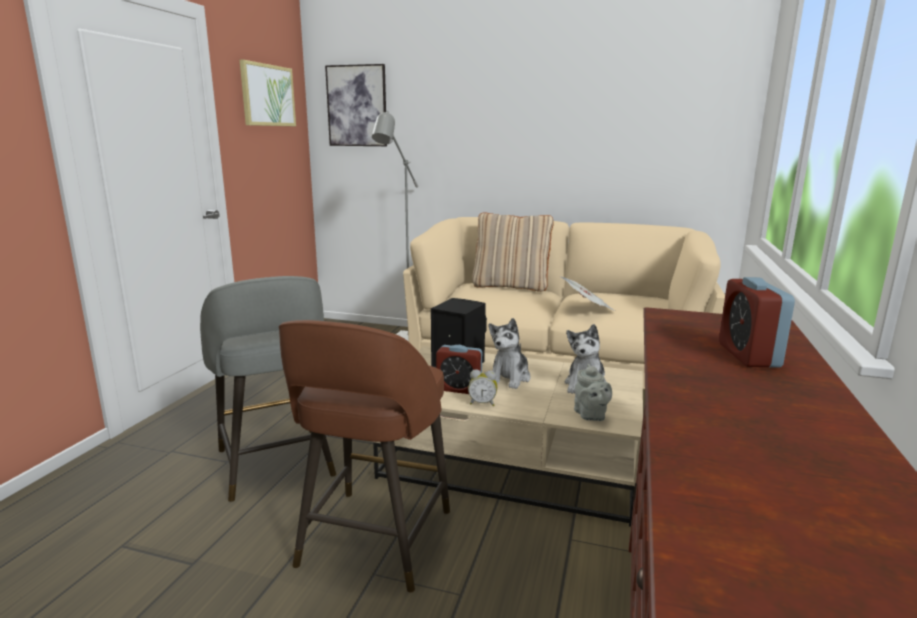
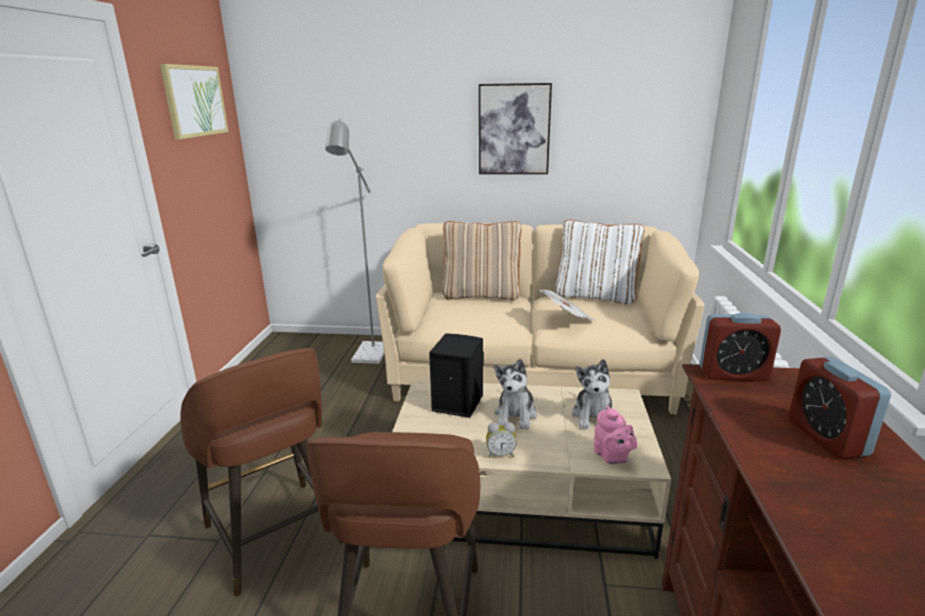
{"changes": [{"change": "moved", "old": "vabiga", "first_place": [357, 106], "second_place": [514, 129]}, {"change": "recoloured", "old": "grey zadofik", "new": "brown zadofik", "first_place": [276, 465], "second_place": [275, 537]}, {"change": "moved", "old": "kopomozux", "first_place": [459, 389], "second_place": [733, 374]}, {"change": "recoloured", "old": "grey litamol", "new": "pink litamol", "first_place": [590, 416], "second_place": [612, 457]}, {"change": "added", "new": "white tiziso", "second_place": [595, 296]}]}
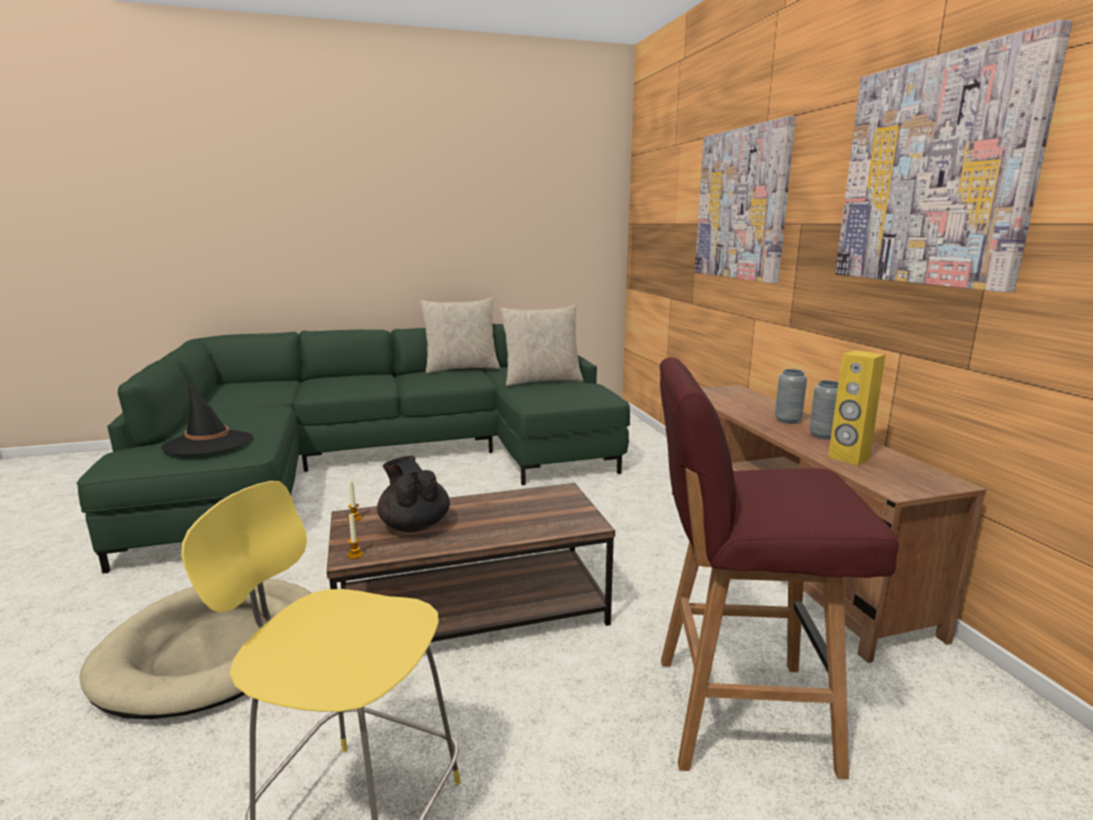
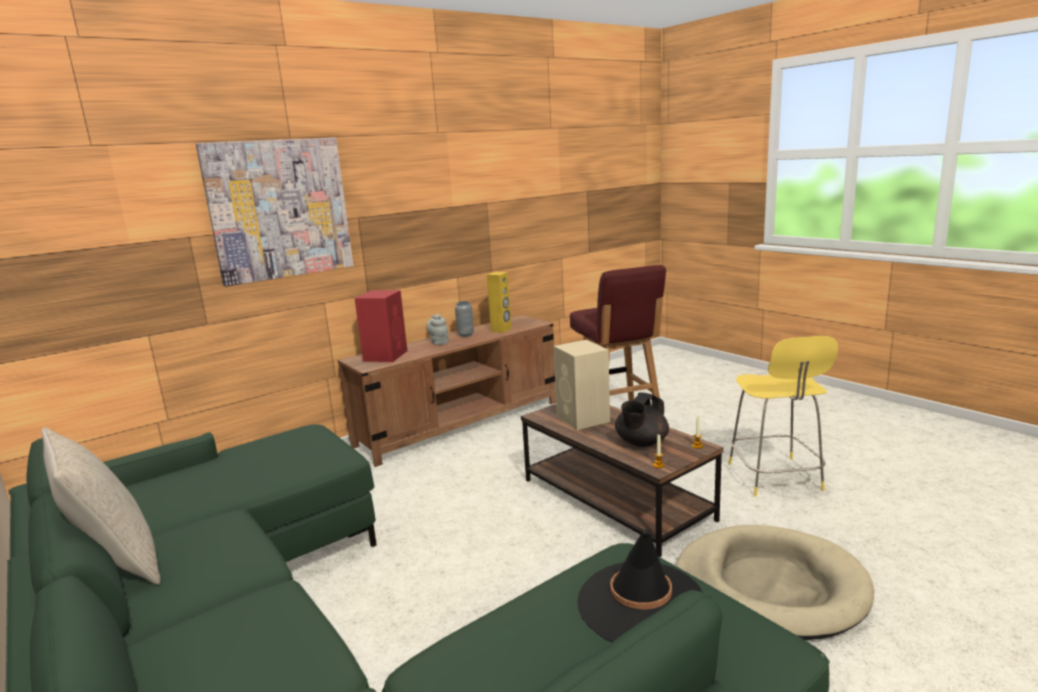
{"changes": [{"change": "removed", "old": "vabiga", "first_place": [934, 173]}, {"change": "removed", "old": "beige tiziso", "first_place": [542, 380]}, {"change": "replaced", "old": "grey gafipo", "new": "grey litamol", "first_place": [787, 421], "second_place": [439, 342]}, {"change": "added", "new": "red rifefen", "second_place": [386, 355]}, {"change": "added", "new": "beige rifefen", "second_place": [583, 419]}]}
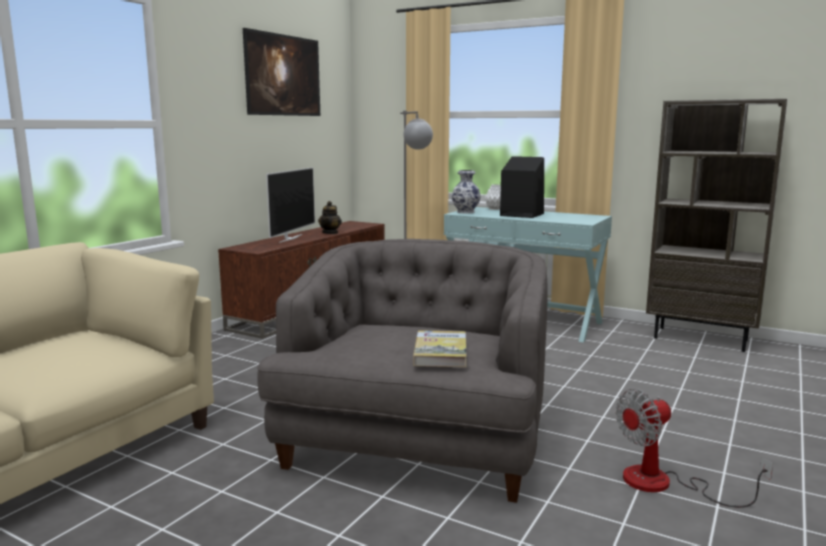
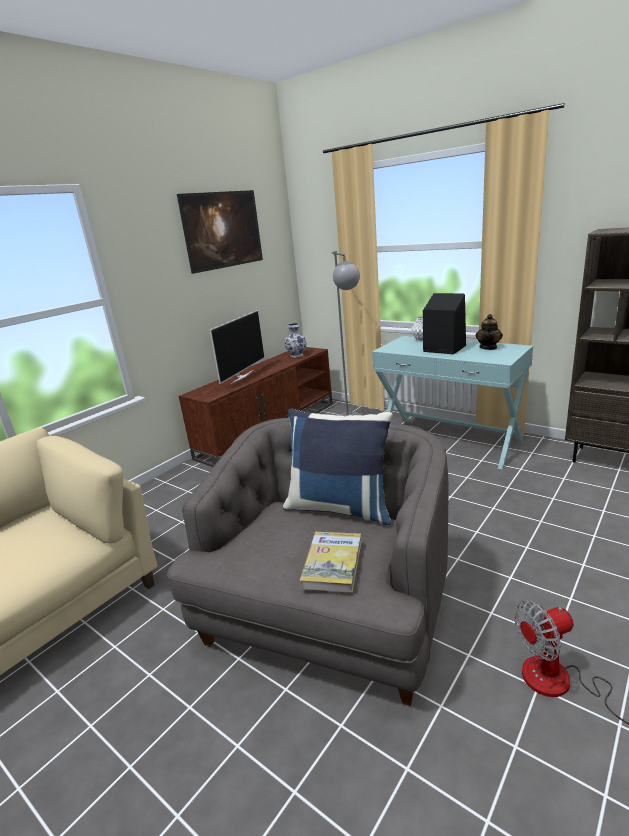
{"changes": [{"change": "moved", "old": "gafipo", "first_place": [465, 212], "second_place": [297, 355]}, {"change": "moved", "old": "litamol", "first_place": [330, 233], "second_place": [488, 347]}, {"change": "added", "new": "blue tiziso", "second_place": [340, 507]}]}
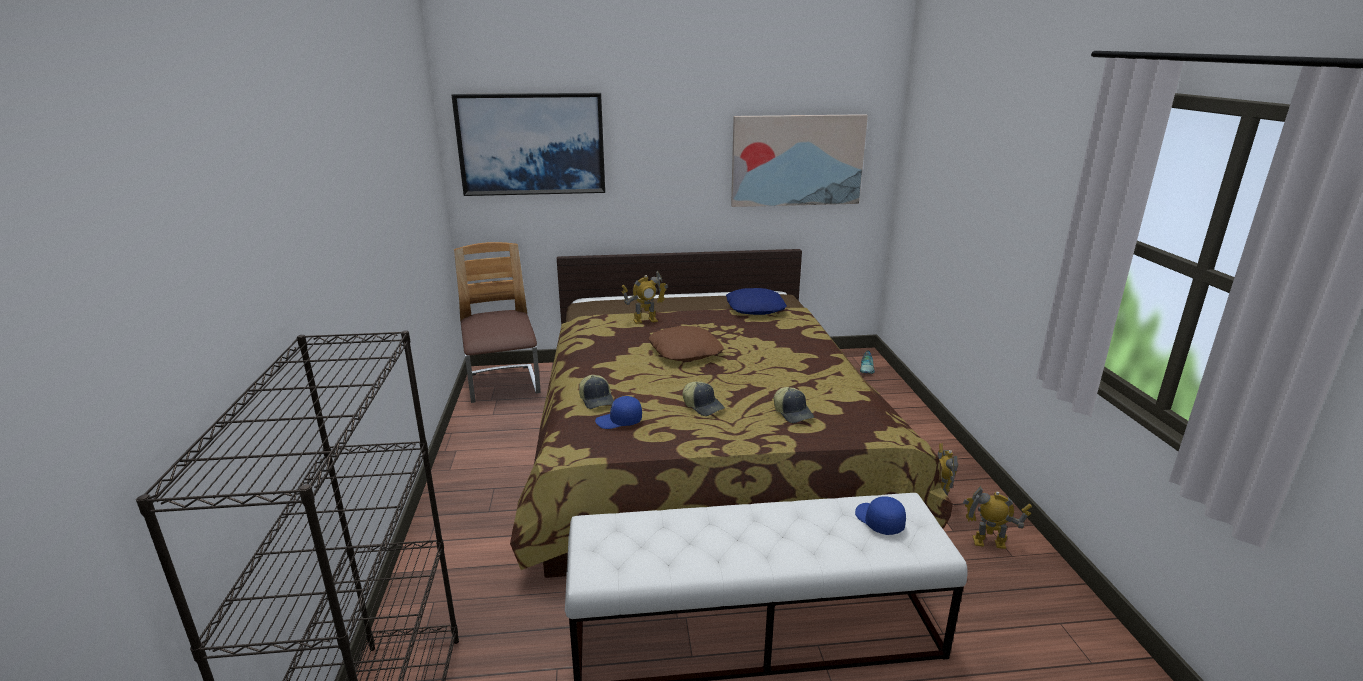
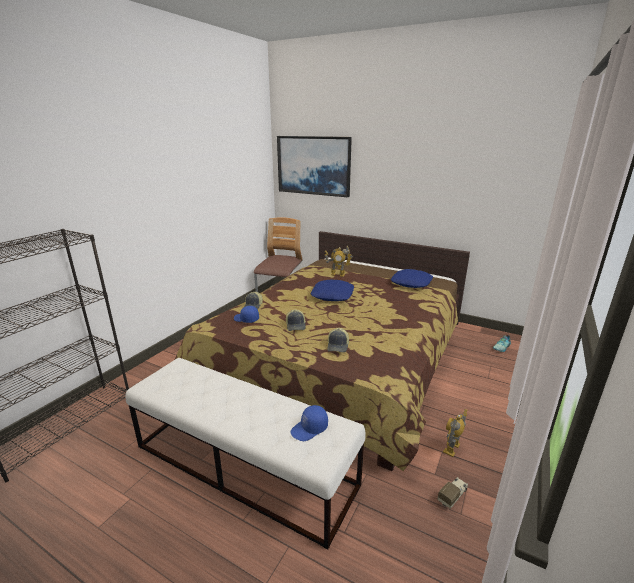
{"changes": [{"change": "removed", "old": "vabiga", "first_place": [797, 160]}, {"change": "recoloured", "old": "brown tiziso", "new": "blue tiziso", "first_place": [685, 351], "second_place": [333, 295]}, {"change": "replaced", "old": "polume", "new": "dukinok", "first_place": [989, 543], "second_place": [452, 495]}, {"change": "turned", "old": "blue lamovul", "first_place": [878, 521], "second_place": [309, 429], "degrees": -135}]}
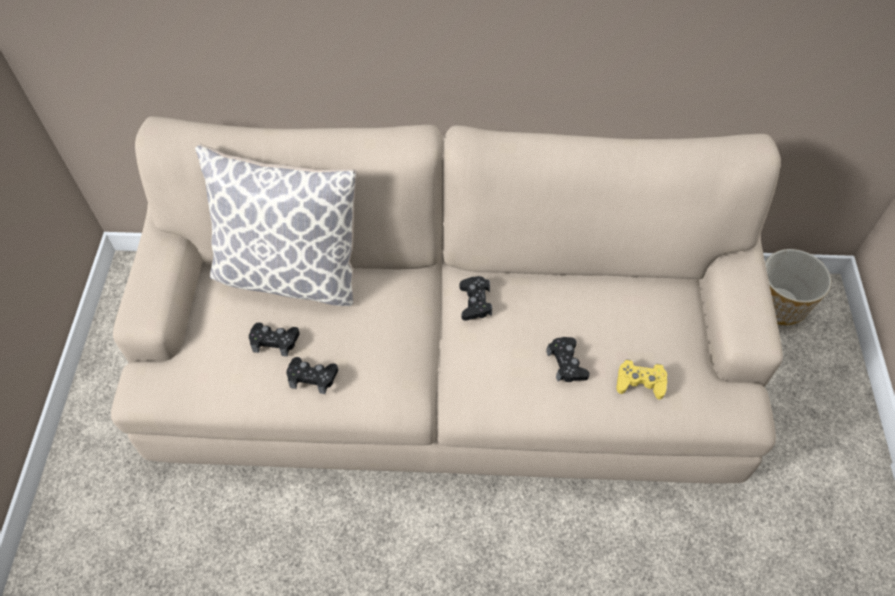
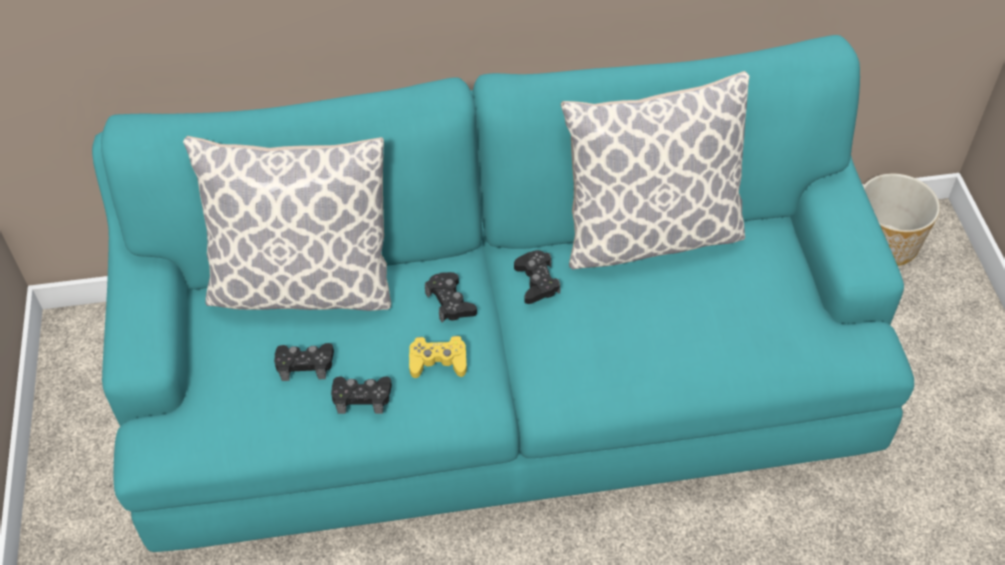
{"changes": [{"change": "recoloured", "old": "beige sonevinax", "new": "turquoise sonevinax", "first_place": [448, 365], "second_place": [505, 378]}, {"change": "moved", "old": "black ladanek", "first_place": [566, 363], "second_place": [450, 302]}, {"change": "moved", "old": "yellow ladanek", "first_place": [640, 382], "second_place": [438, 361]}, {"change": "added", "new": "tiziso", "second_place": [650, 234]}]}
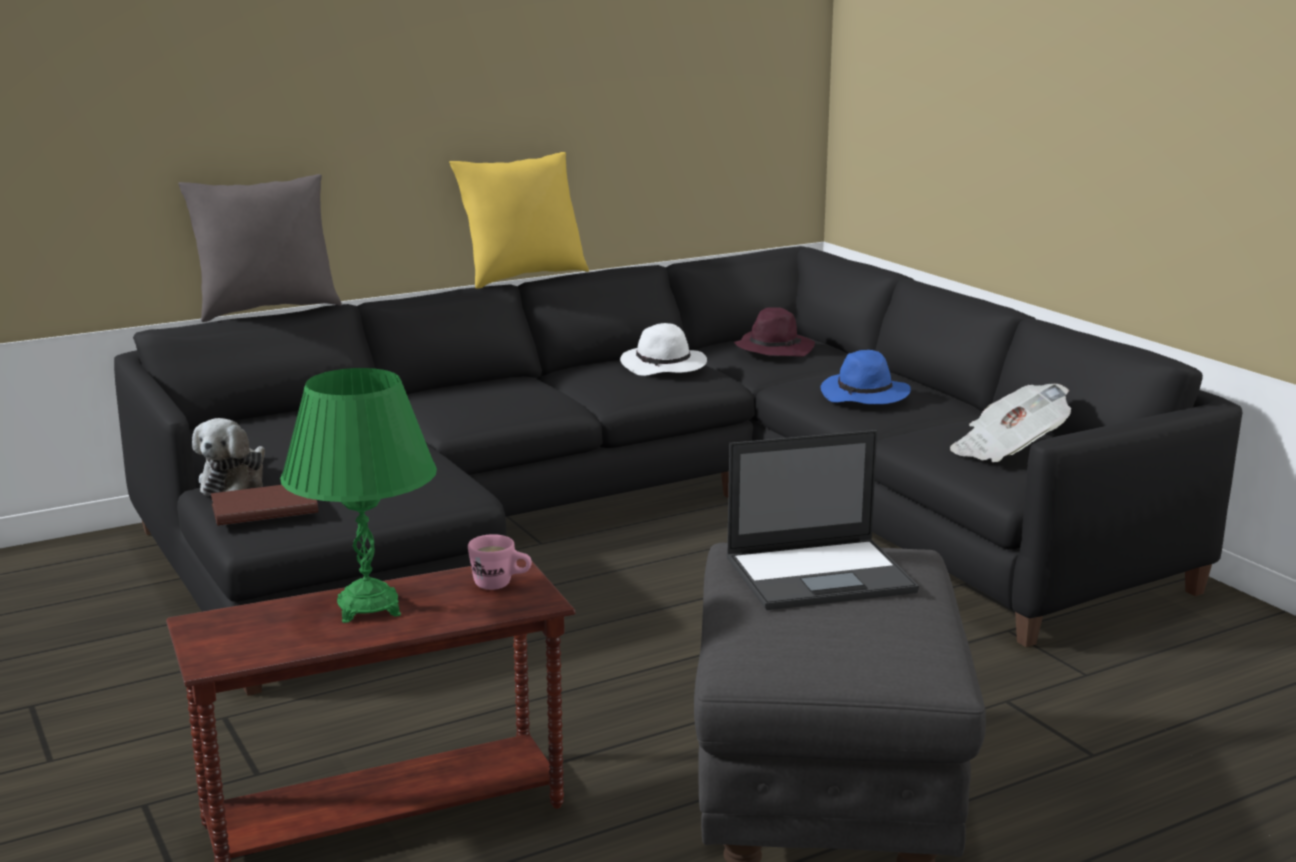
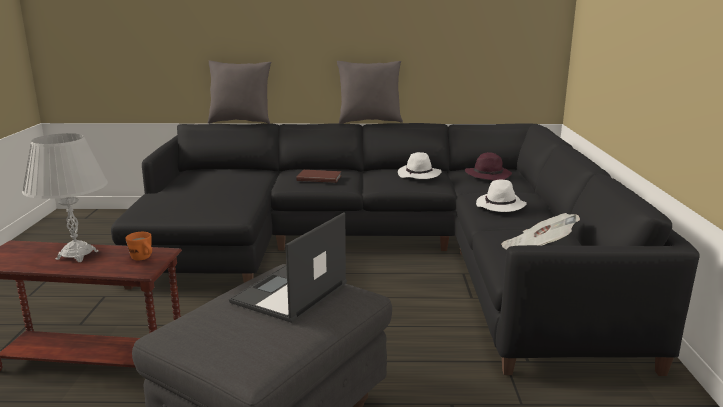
{"changes": [{"change": "recoloured", "old": "yellow tiziso", "new": "grey tiziso", "first_place": [522, 277], "second_place": [369, 122]}, {"change": "recoloured", "old": "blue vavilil", "new": "white vavilil", "first_place": [865, 396], "second_place": [500, 206]}, {"change": "recoloured", "old": "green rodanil", "new": "white rodanil", "first_place": [368, 608], "second_place": [77, 255]}, {"change": "removed", "old": "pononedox", "first_place": [234, 482]}, {"change": "turned", "old": "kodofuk", "first_place": [821, 574], "second_place": [289, 293], "degrees": 105}, {"change": "moved", "old": "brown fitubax", "first_place": [262, 508], "second_place": [319, 178]}, {"change": "recoloured", "old": "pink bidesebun", "new": "orange bidesebun", "first_place": [501, 585], "second_place": [143, 259]}]}
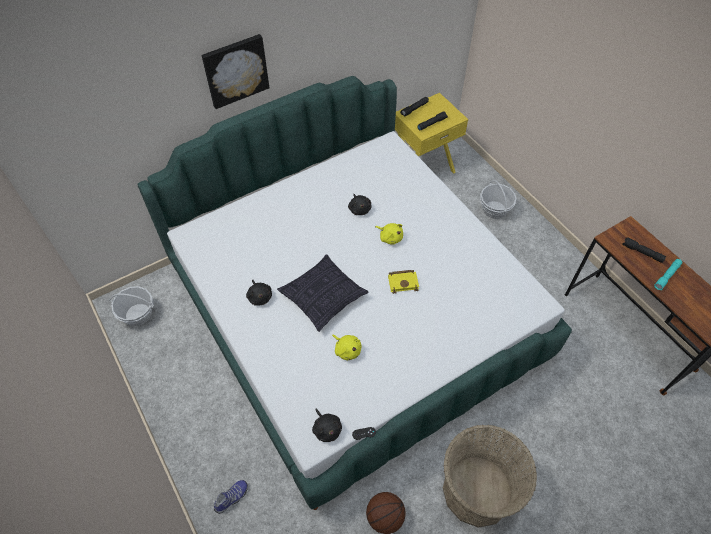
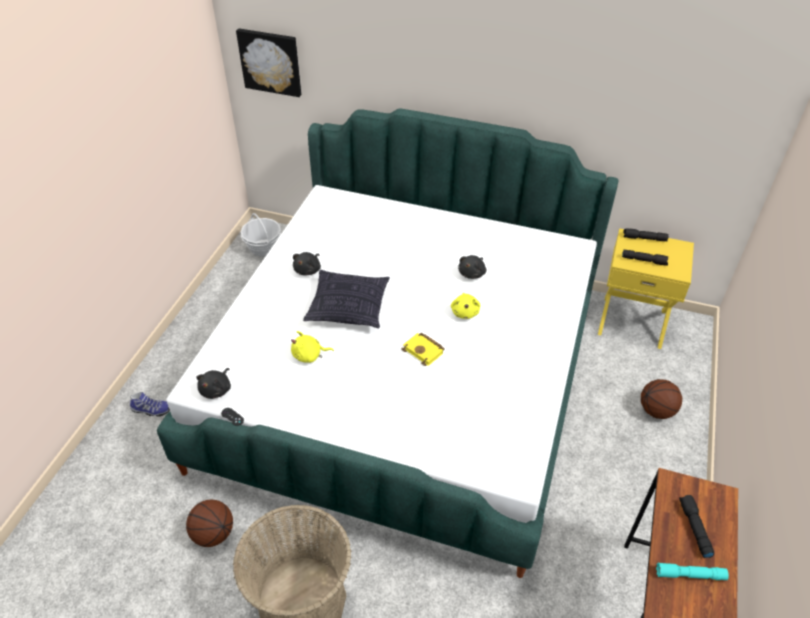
{"changes": [{"change": "moved", "old": "vabiga", "first_place": [235, 70], "second_place": [270, 61]}, {"change": "replaced", "old": "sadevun", "new": "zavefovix", "first_place": [494, 210], "second_place": [656, 410]}, {"change": "turned", "old": "yellow pononedox", "first_place": [347, 350], "second_place": [309, 355], "degrees": 75}]}
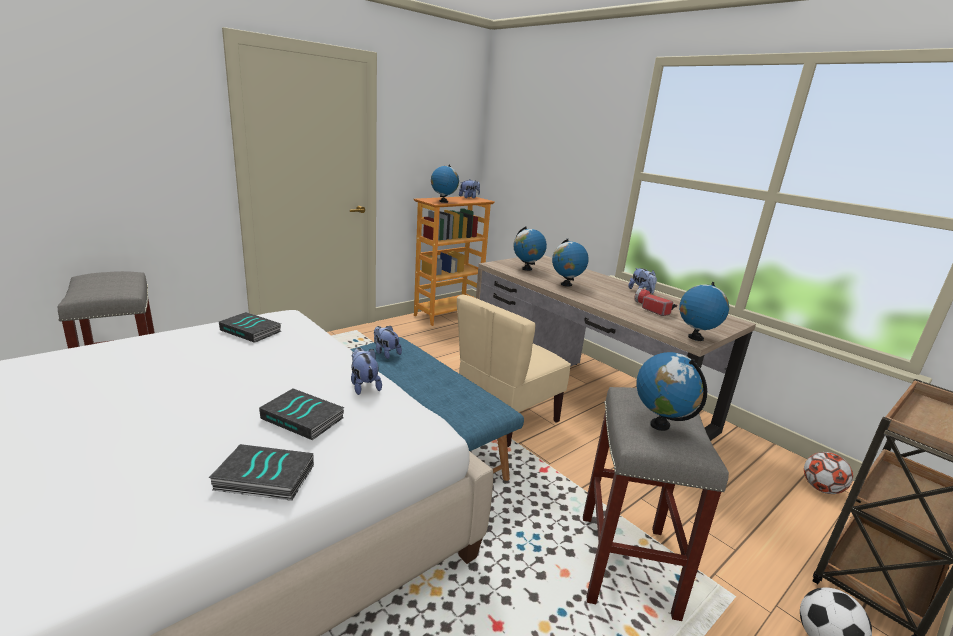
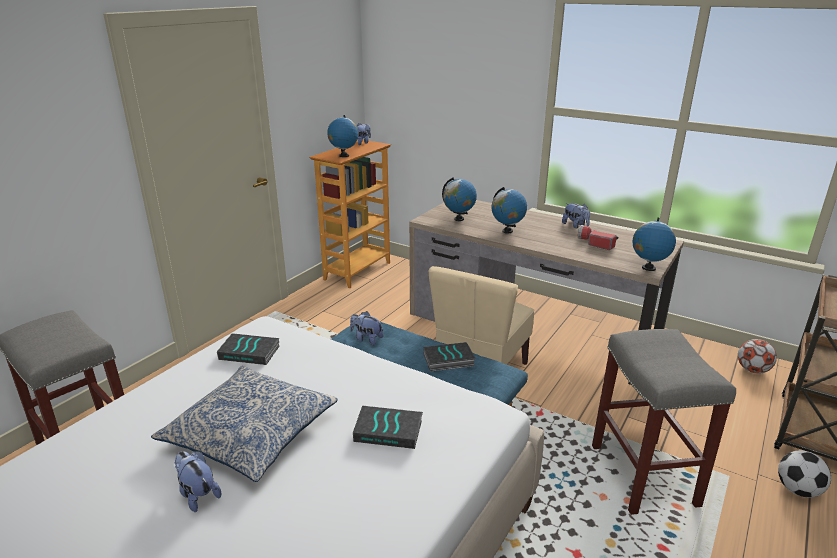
{"changes": [{"change": "moved", "old": "pononedox", "first_place": [364, 386], "second_place": [198, 494]}, {"change": "removed", "old": "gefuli", "first_place": [660, 425]}, {"change": "moved", "old": "fitubax", "first_place": [263, 478], "second_place": [448, 361]}, {"change": "added", "new": "tiziso", "second_place": [251, 433]}]}
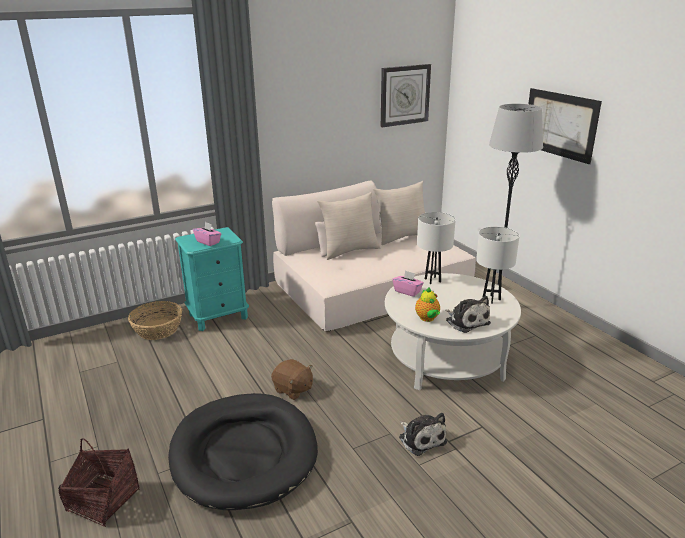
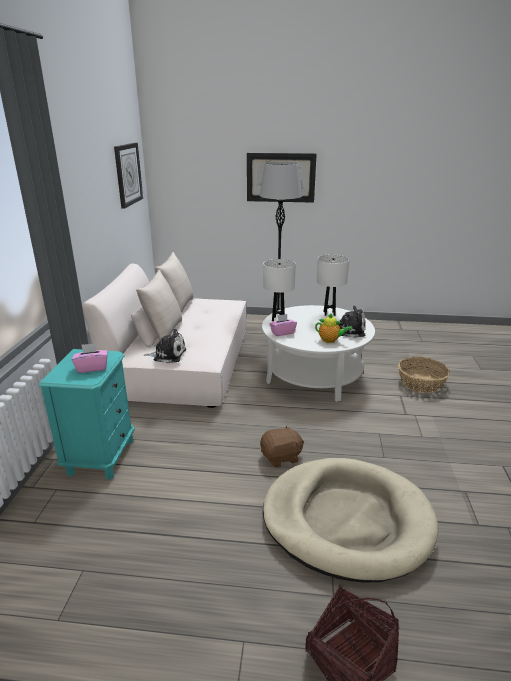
{"changes": [{"change": "moved", "old": "sadevun", "first_place": [158, 329], "second_place": [421, 383]}, {"change": "recoloured", "old": "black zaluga", "new": "beige zaluga", "first_place": [243, 453], "second_place": [346, 520]}, {"change": "moved", "old": "pononedox", "first_place": [421, 438], "second_place": [168, 355]}]}
